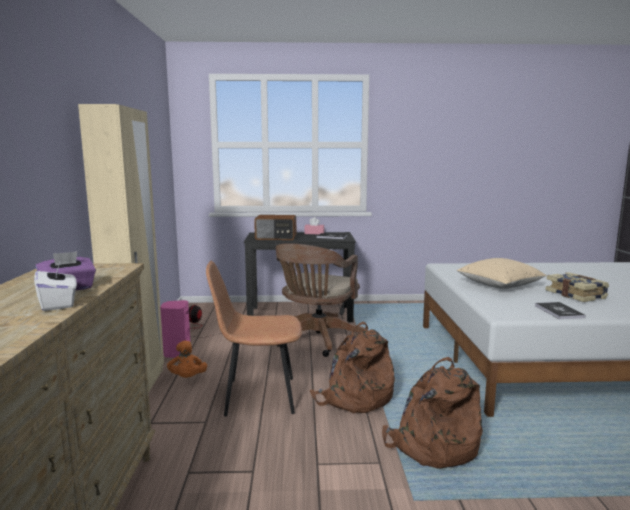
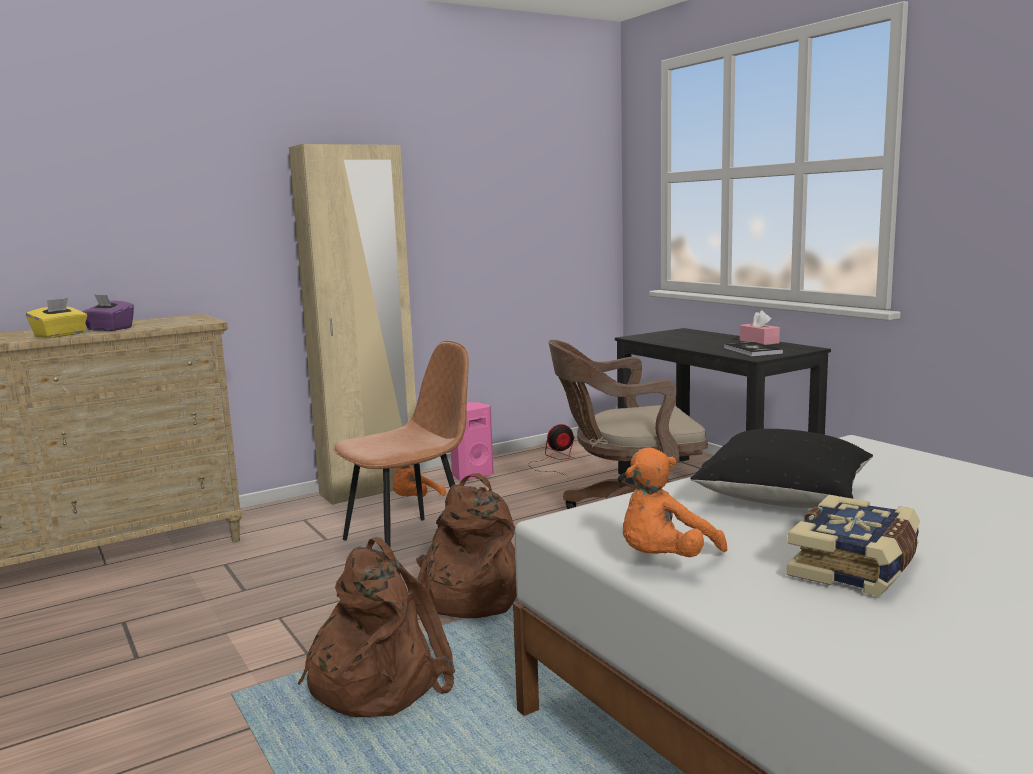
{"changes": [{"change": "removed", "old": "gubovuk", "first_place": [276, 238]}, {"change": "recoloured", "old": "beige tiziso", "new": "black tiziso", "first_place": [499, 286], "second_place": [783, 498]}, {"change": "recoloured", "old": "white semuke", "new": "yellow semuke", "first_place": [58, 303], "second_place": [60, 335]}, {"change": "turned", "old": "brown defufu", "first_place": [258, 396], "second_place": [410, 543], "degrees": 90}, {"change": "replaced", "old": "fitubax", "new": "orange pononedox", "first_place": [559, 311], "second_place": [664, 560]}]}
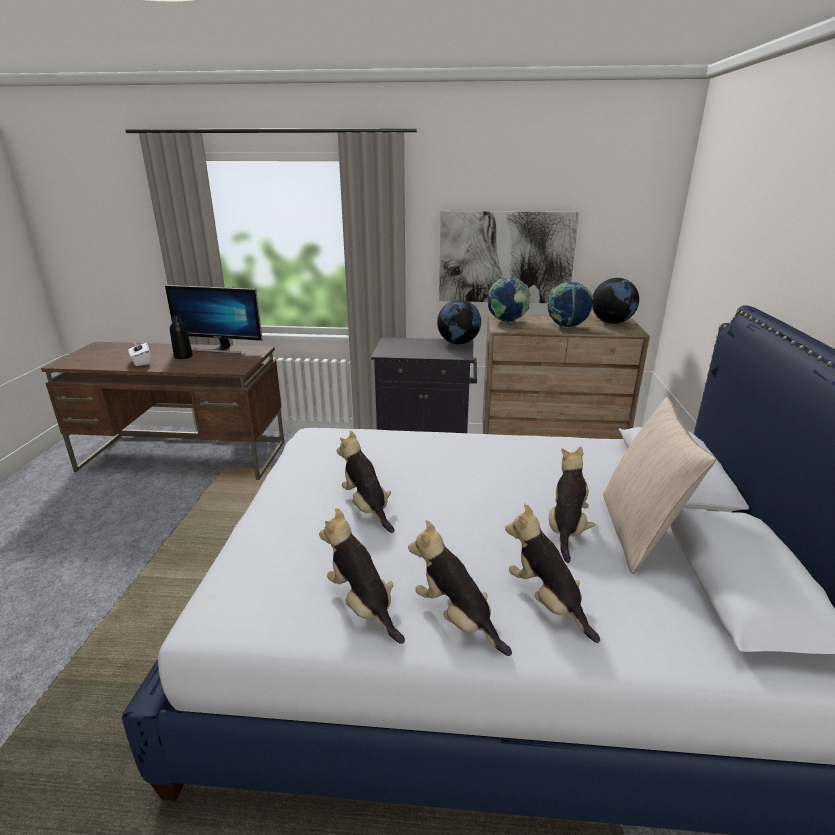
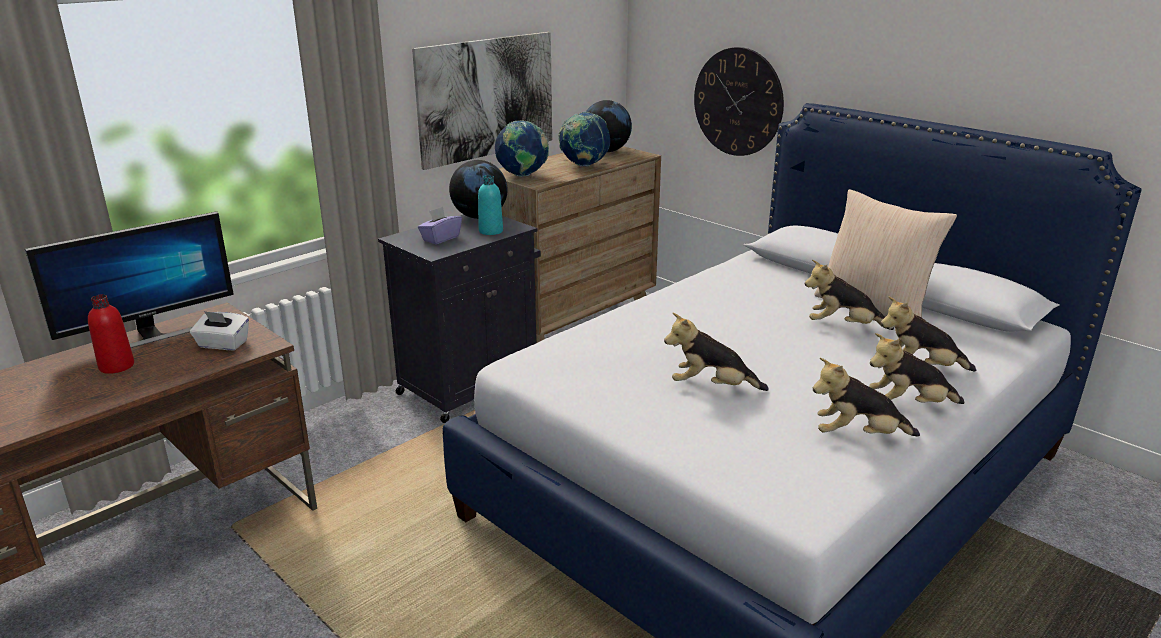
{"changes": [{"change": "recoloured", "old": "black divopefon", "new": "red divopefon", "first_place": [183, 356], "second_place": [116, 366]}, {"change": "moved", "old": "white semuke", "first_place": [141, 362], "second_place": [223, 344]}, {"change": "turned", "old": "pononedox", "first_place": [566, 529], "second_place": [843, 326], "degrees": -45}, {"change": "added", "new": "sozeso", "second_place": [738, 102]}, {"change": "added", "new": "turquoise divopefon", "second_place": [491, 231]}, {"change": "added", "new": "purple semuke", "second_place": [440, 238]}]}
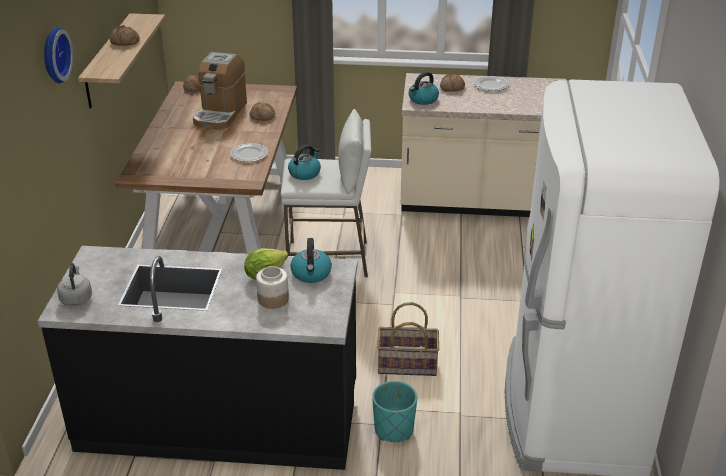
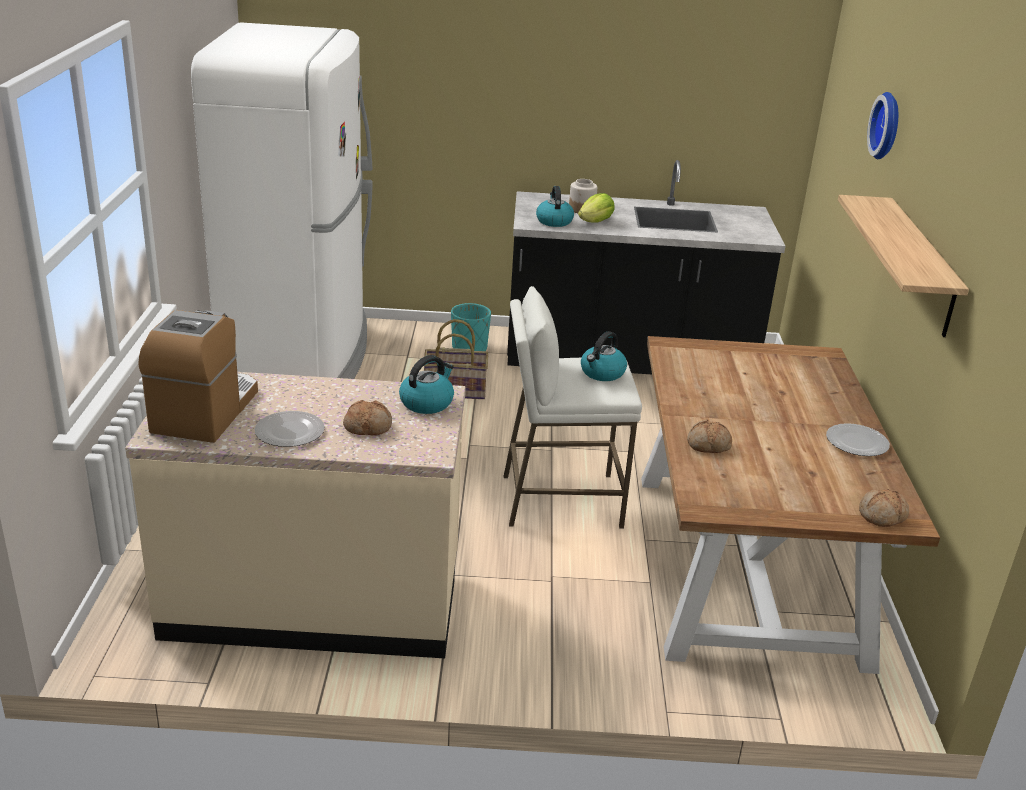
{"changes": [{"change": "removed", "old": "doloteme", "first_place": [125, 42]}, {"change": "moved", "old": "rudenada", "first_place": [220, 113], "second_place": [205, 411]}, {"change": "moved", "old": "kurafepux", "first_place": [248, 154], "second_place": [857, 442]}, {"change": "removed", "old": "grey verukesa", "first_place": [76, 298]}]}
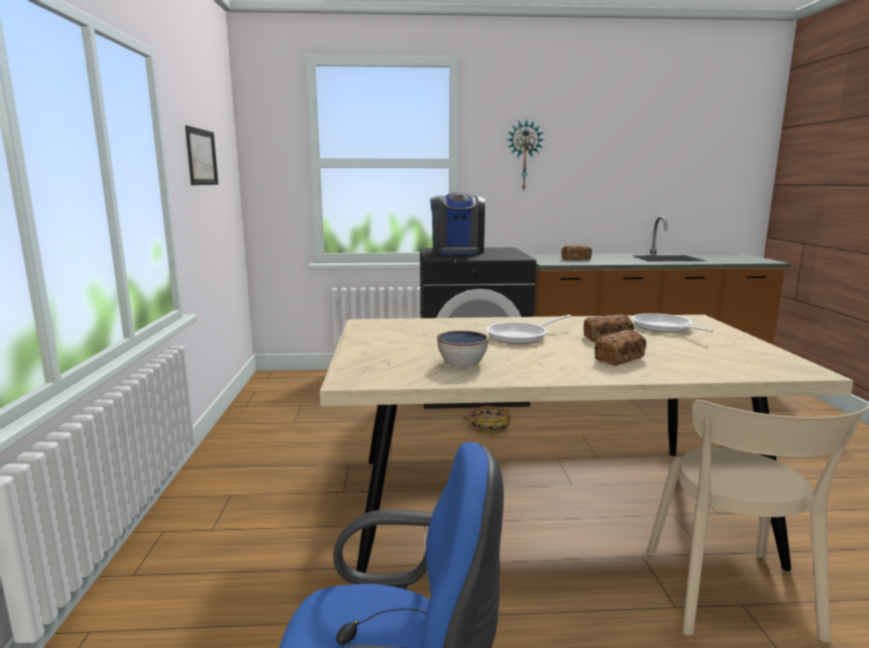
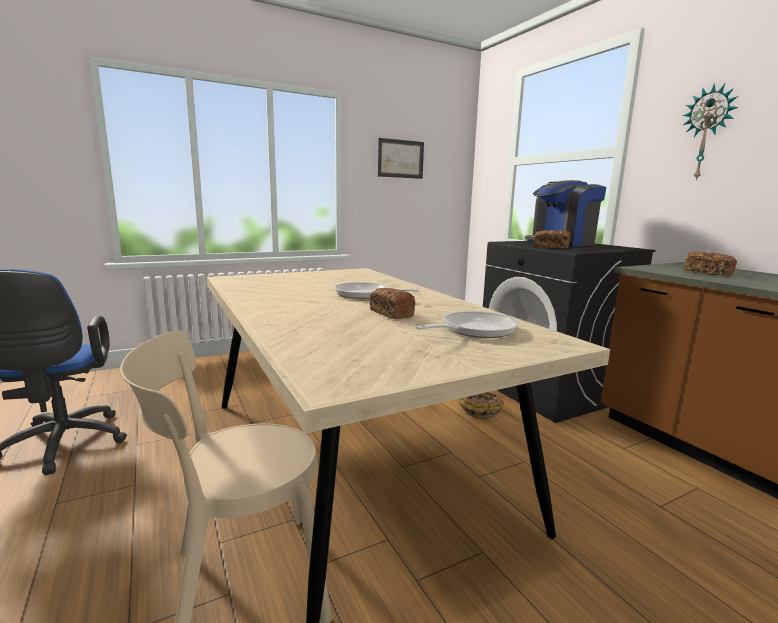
{"changes": [{"change": "moved", "old": "doloteme", "first_place": [619, 359], "second_place": [550, 247]}, {"change": "removed", "old": "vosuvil", "first_place": [462, 363]}]}
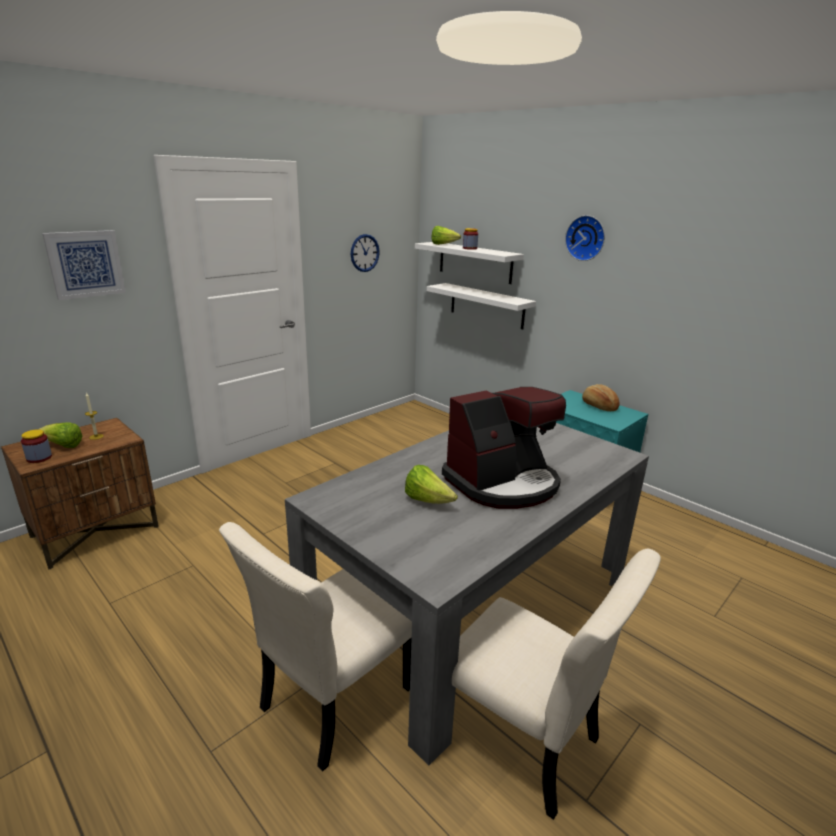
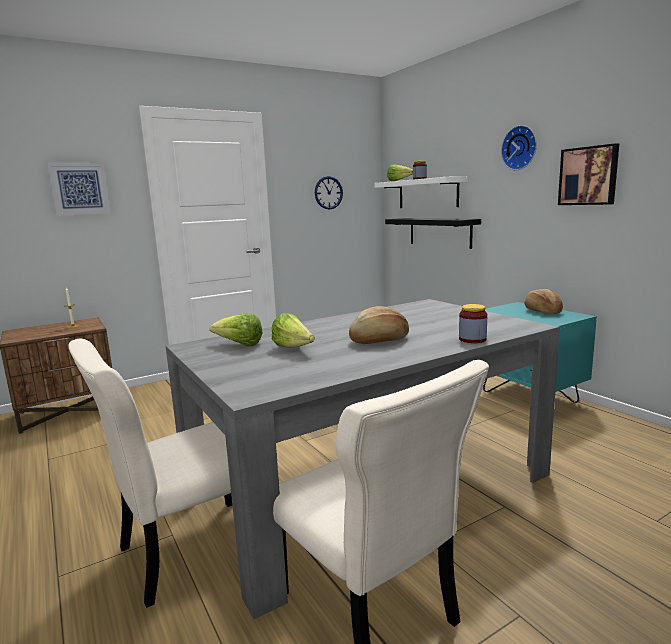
{"changes": [{"change": "recoloured", "old": "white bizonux", "new": "black bizonux", "first_place": [486, 305], "second_place": [439, 232]}, {"change": "replaced", "old": "rudenada", "new": "doloteme", "first_place": [503, 483], "second_place": [380, 340]}, {"change": "moved", "old": "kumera", "first_place": [63, 446], "second_place": [240, 345]}, {"change": "moved", "old": "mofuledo", "first_place": [39, 458], "second_place": [472, 339]}, {"change": "added", "new": "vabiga", "second_place": [588, 176]}]}
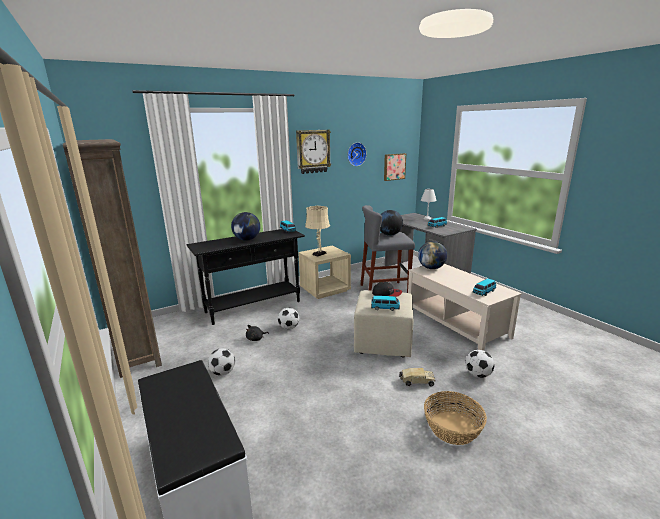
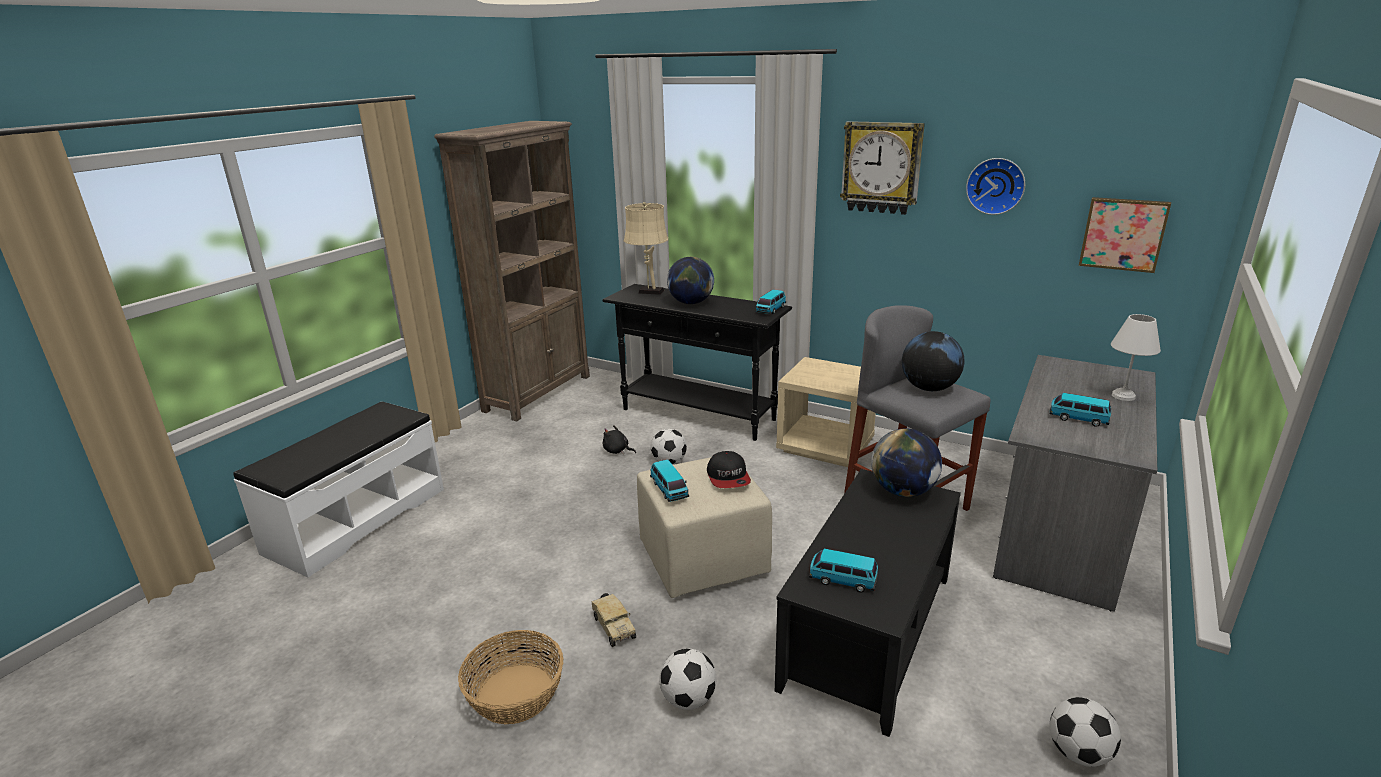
{"changes": [{"change": "moved", "old": "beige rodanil", "first_place": [318, 254], "second_place": [648, 291]}, {"change": "recoloured", "old": "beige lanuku", "new": "black lanuku", "first_place": [456, 323], "second_place": [868, 631]}, {"change": "moved", "old": "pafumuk", "first_place": [223, 372], "second_place": [1078, 753]}]}
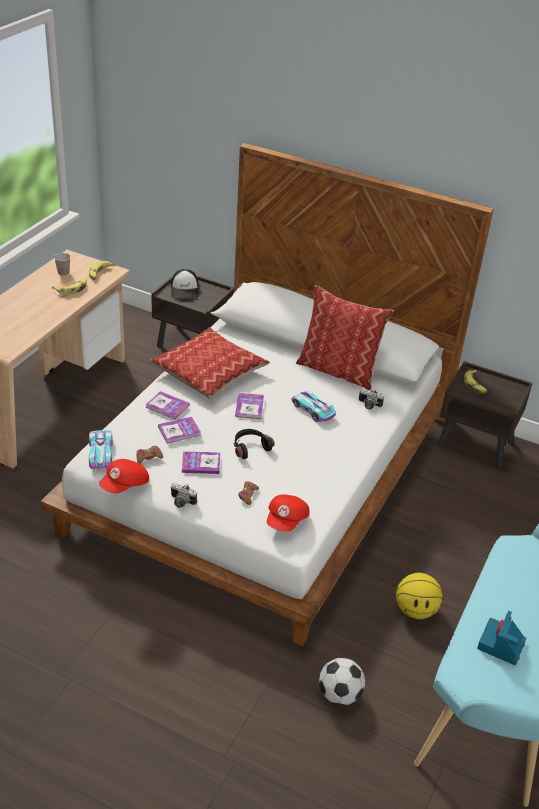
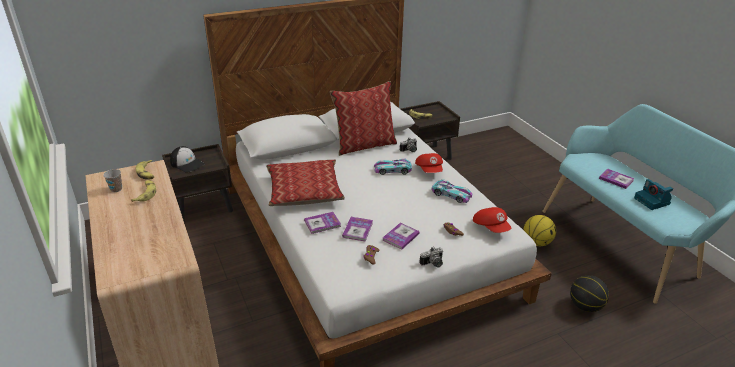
{"changes": [{"change": "moved", "old": "fitubax", "first_place": [249, 407], "second_place": [616, 179]}, {"change": "removed", "old": "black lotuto", "first_place": [250, 447]}, {"change": "moved", "old": "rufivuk", "first_place": [100, 453], "second_place": [451, 195]}, {"change": "moved", "old": "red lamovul", "first_place": [125, 485], "second_place": [429, 170]}, {"change": "replaced", "old": "pafumuk", "new": "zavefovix", "first_place": [339, 695], "second_place": [585, 306]}]}
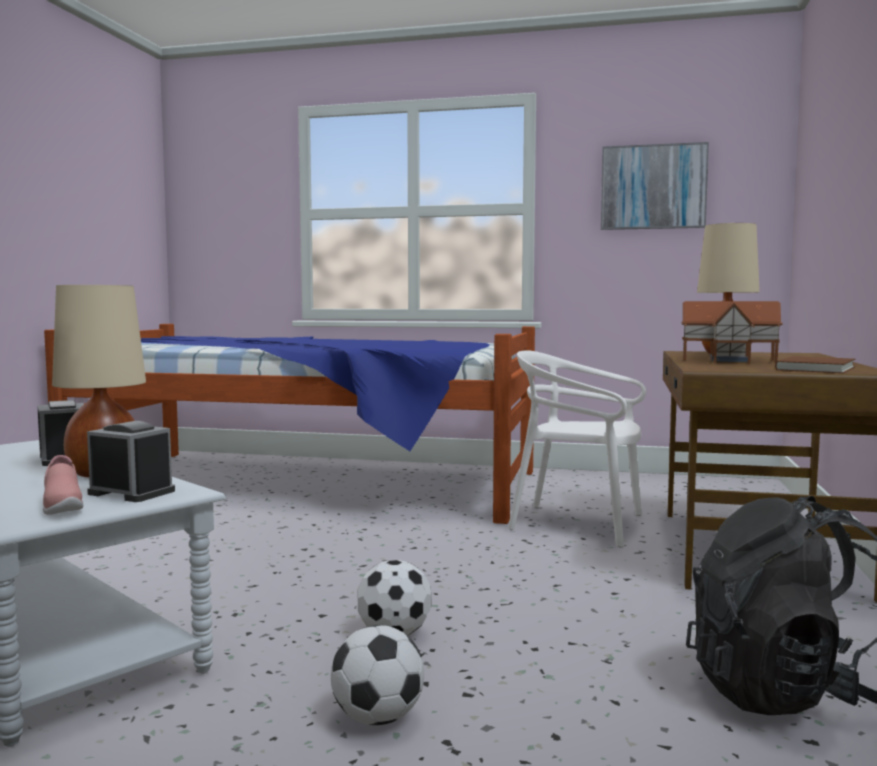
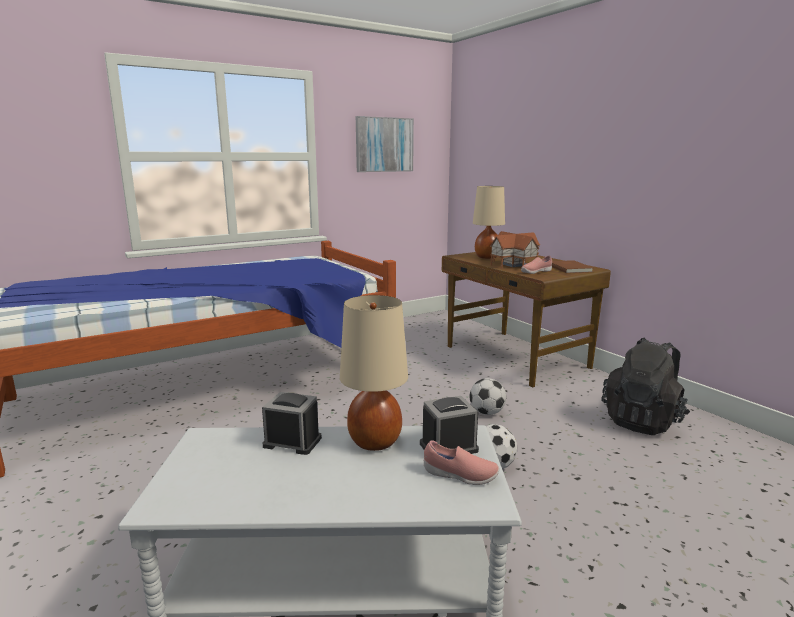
{"changes": [{"change": "removed", "old": "white defufu", "first_place": [578, 524]}, {"change": "moved", "old": "pafumuk", "first_place": [377, 718], "second_place": [486, 413]}, {"change": "added", "new": "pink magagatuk", "second_place": [535, 272]}]}
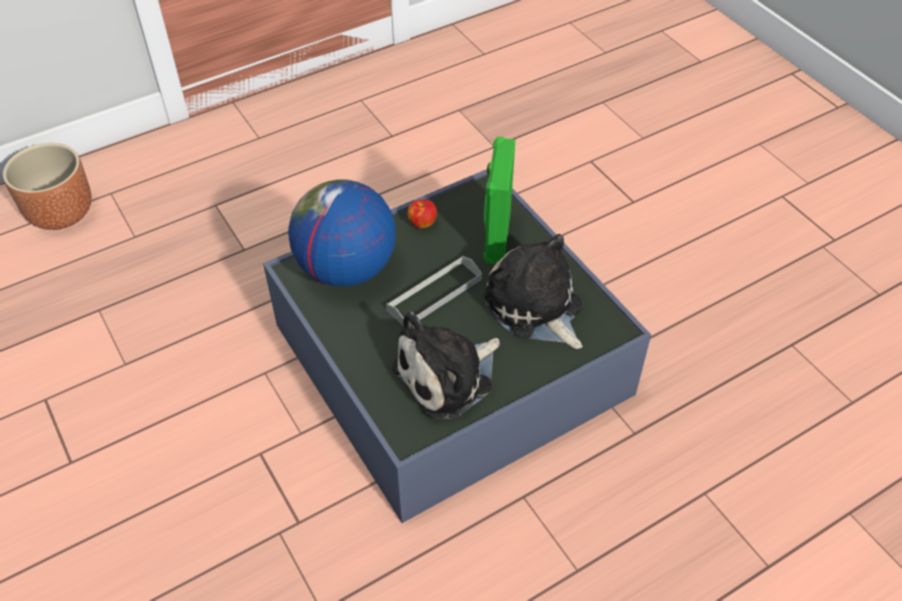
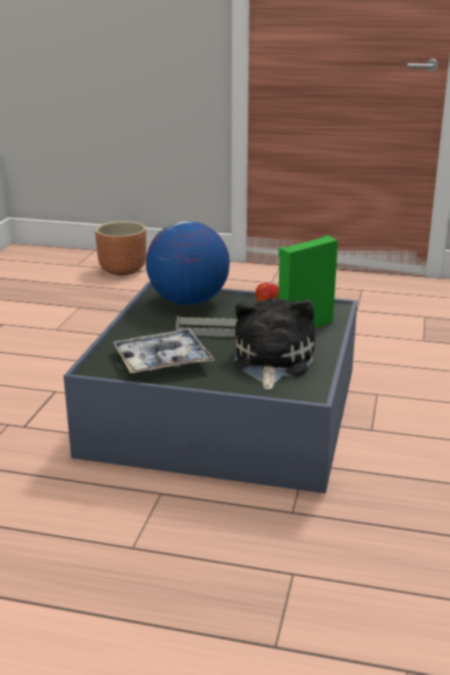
{"changes": [{"change": "replaced", "old": "pononedox", "new": "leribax", "first_place": [448, 376], "second_place": [162, 361]}]}
